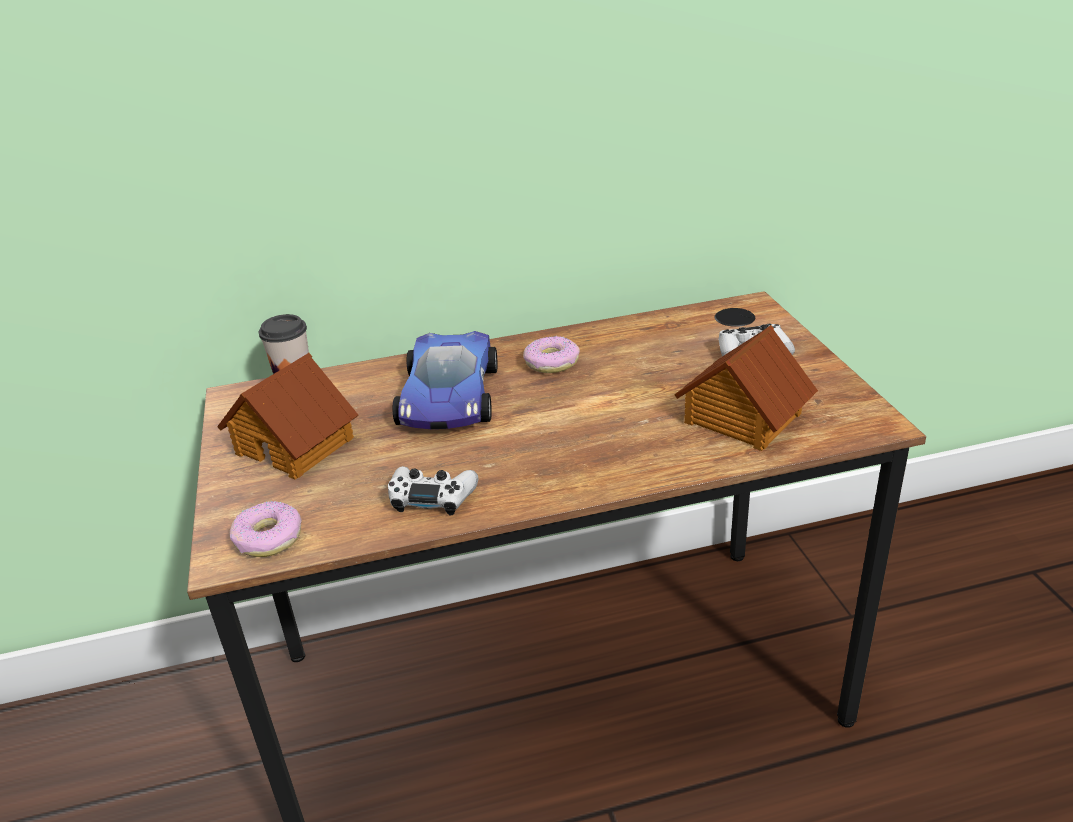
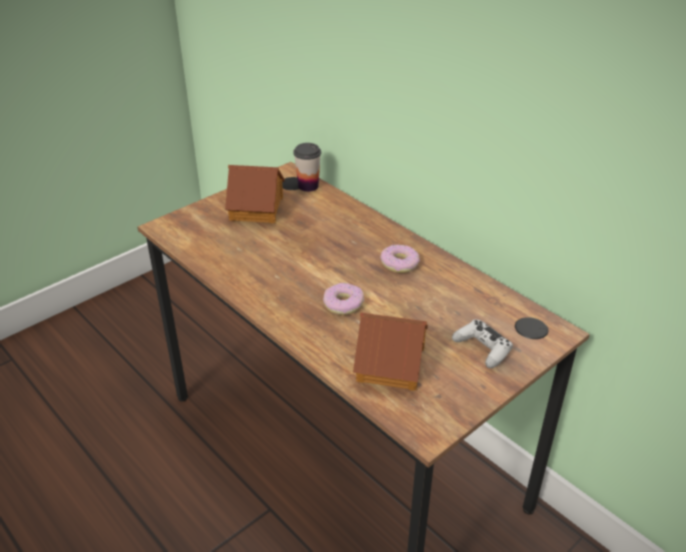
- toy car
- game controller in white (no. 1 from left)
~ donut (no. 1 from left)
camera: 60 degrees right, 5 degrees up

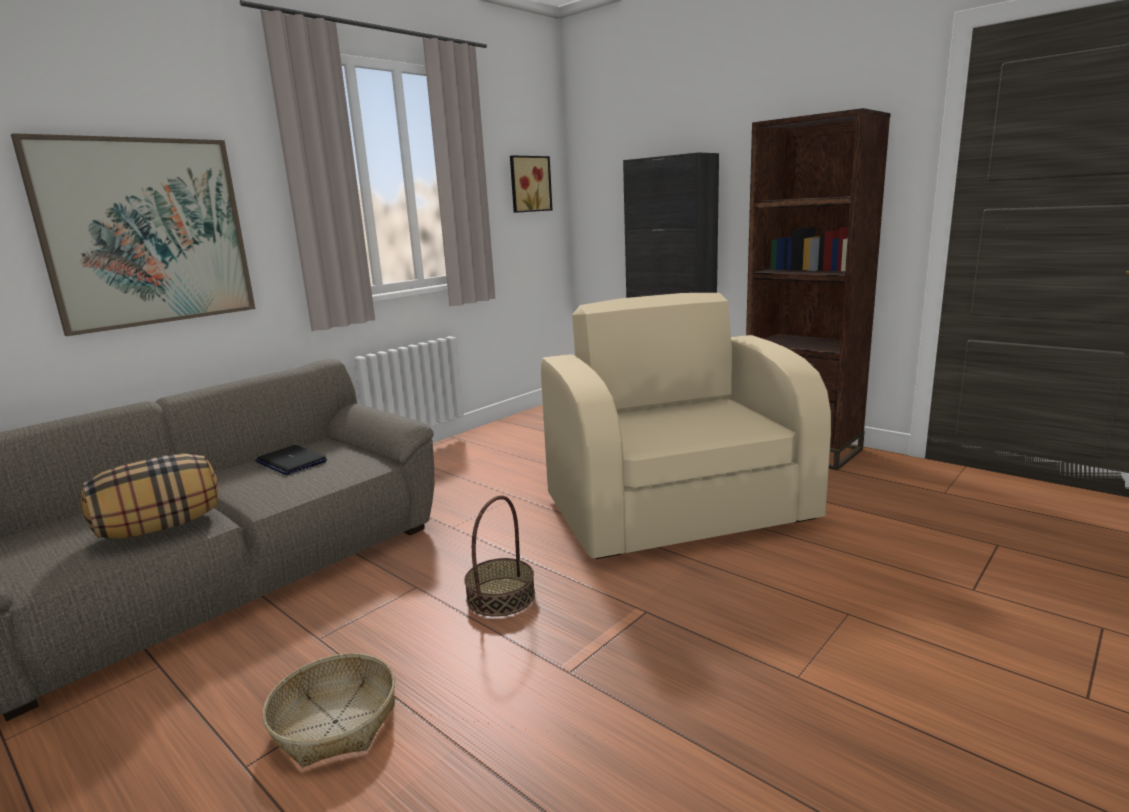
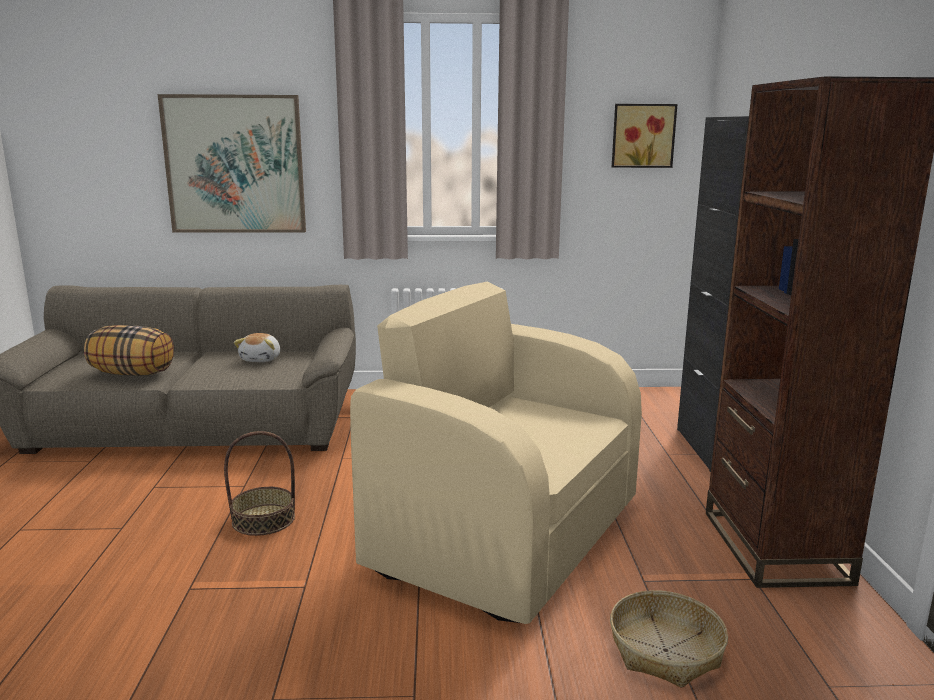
~ armchair in beige 90 degrees counterclockwise
~ laptop to plush toy
~ basket (no. 1 from left in the first image) to basket (no. 2 from left)
camera: 45 degrees right, 0 degrees up

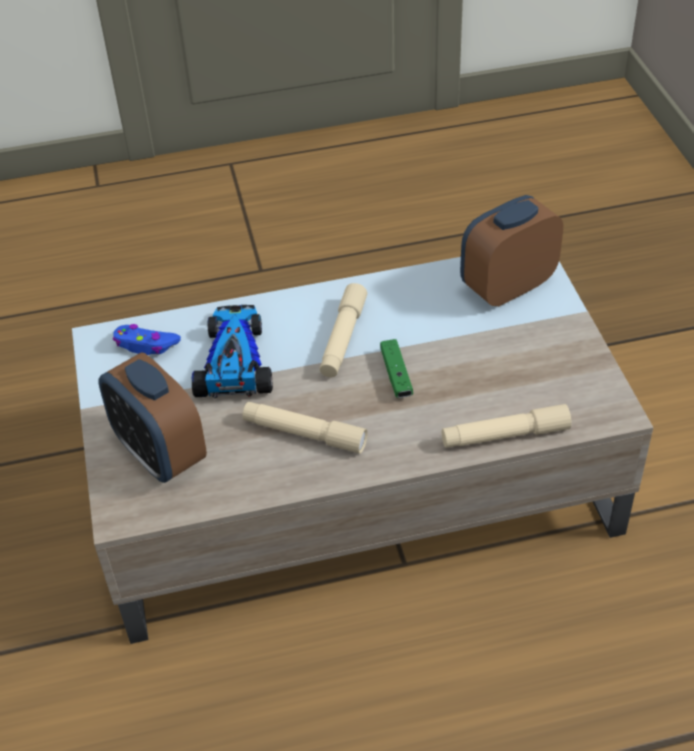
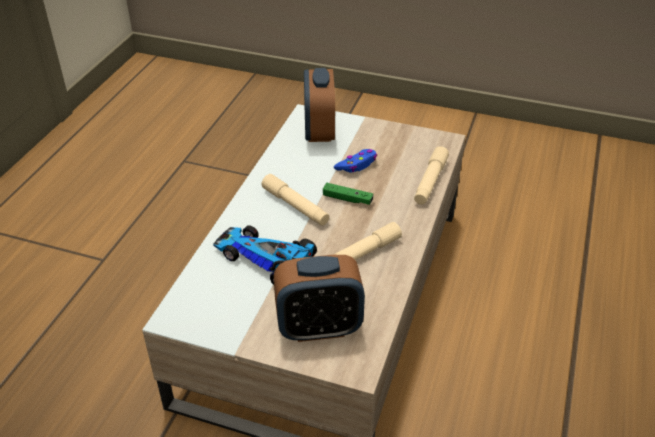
~ game controller in blue
camera: 60 degrees left, 5 degrees down

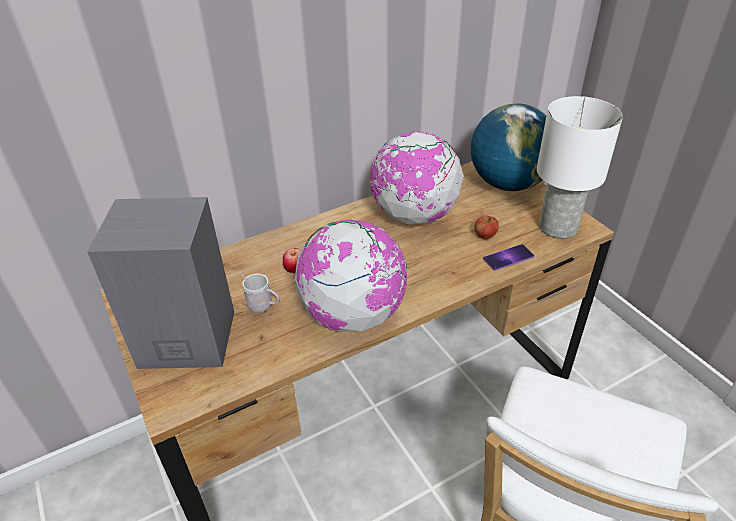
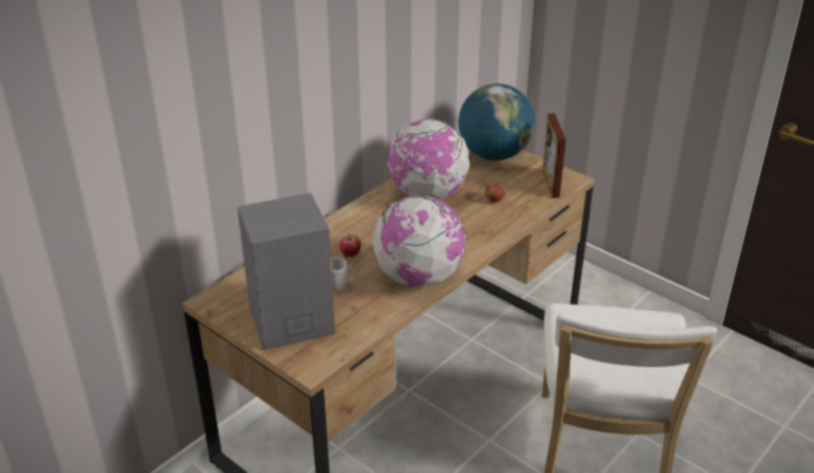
~ table lamp in white to picture frame
- phone
camera: 20 degrees left, 5 degrees down

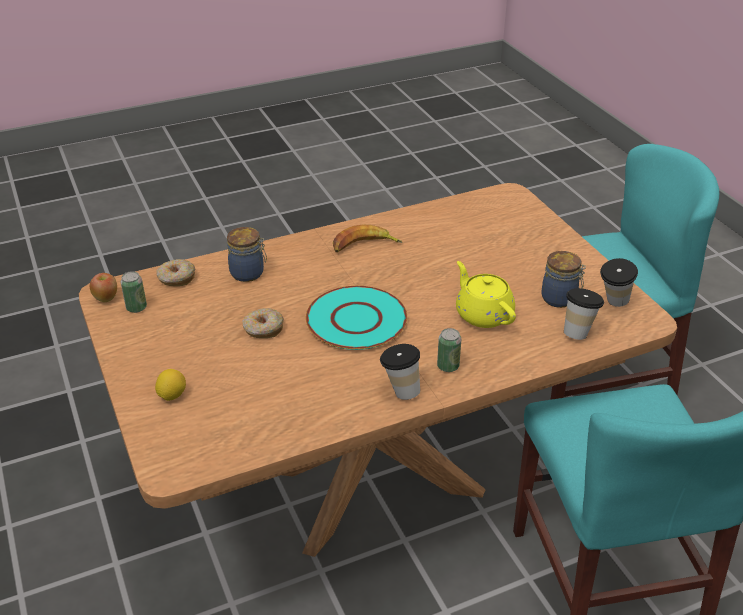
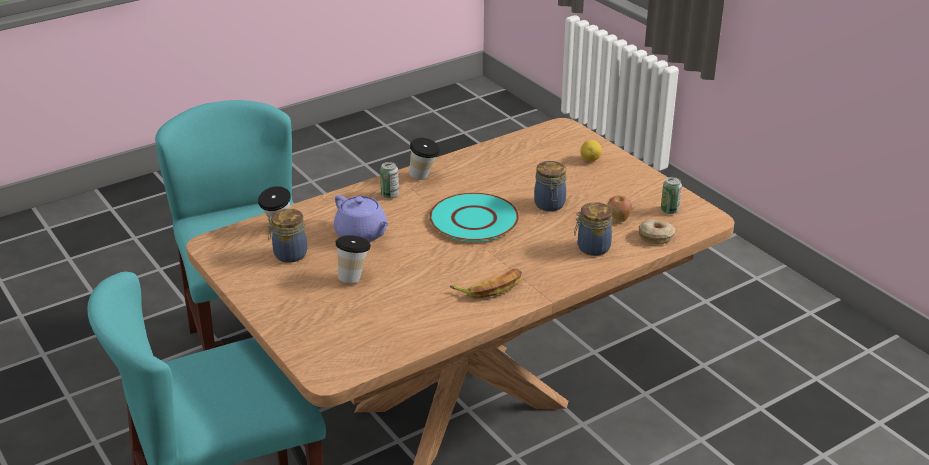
~ cup (no. 3 from left in the first image) to cup (no. 2 from left)
~ teapot in yellow to teapot in purple
~ apple
~ donut (no. 2 from left) to jar (no. 2 from left)
camera: 170 degrees right, 5 degrees down

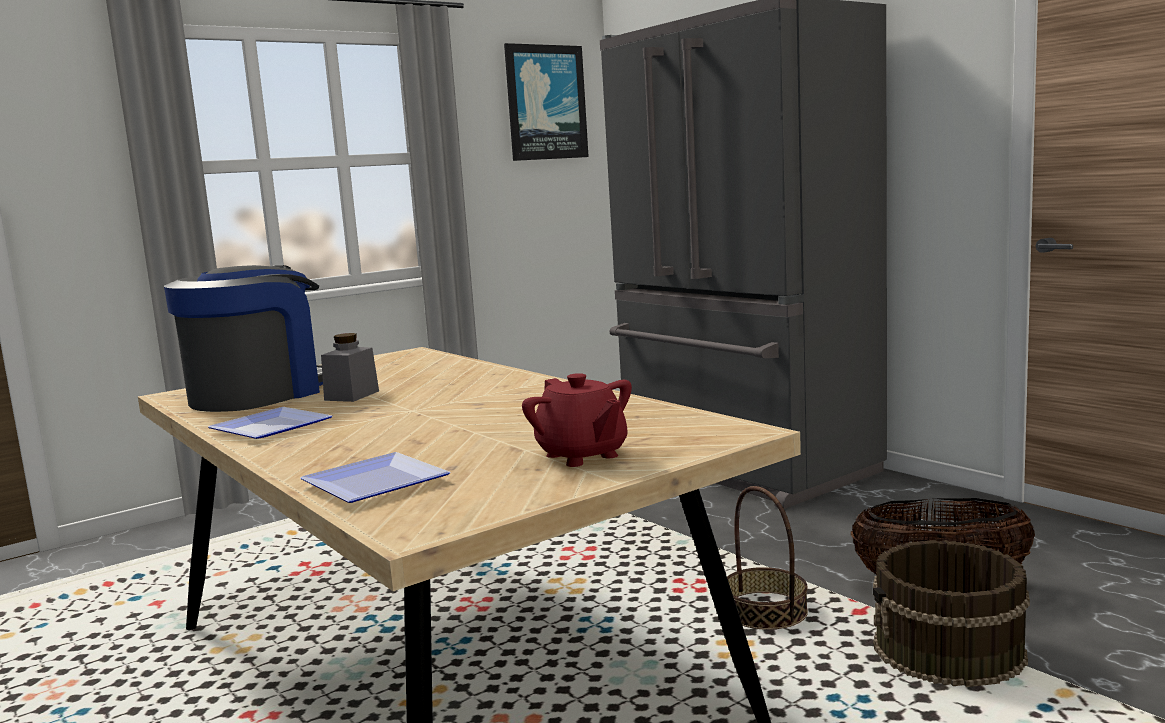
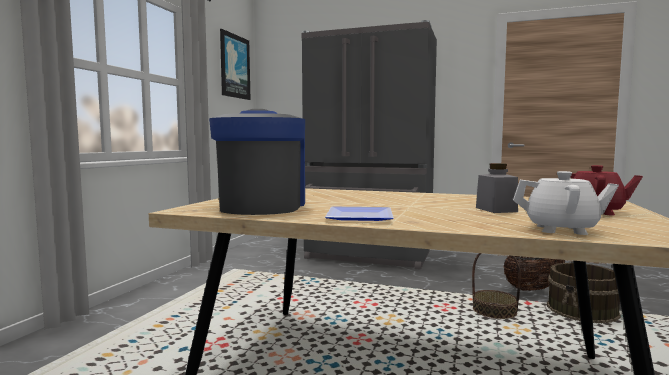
~ jar in grey
~ plate (no. 2 from left) to teapot in white
camera: 35 degrees left, 5 degrees down

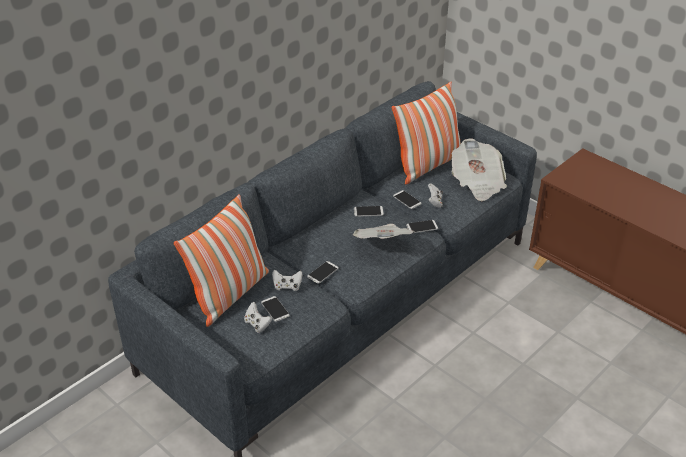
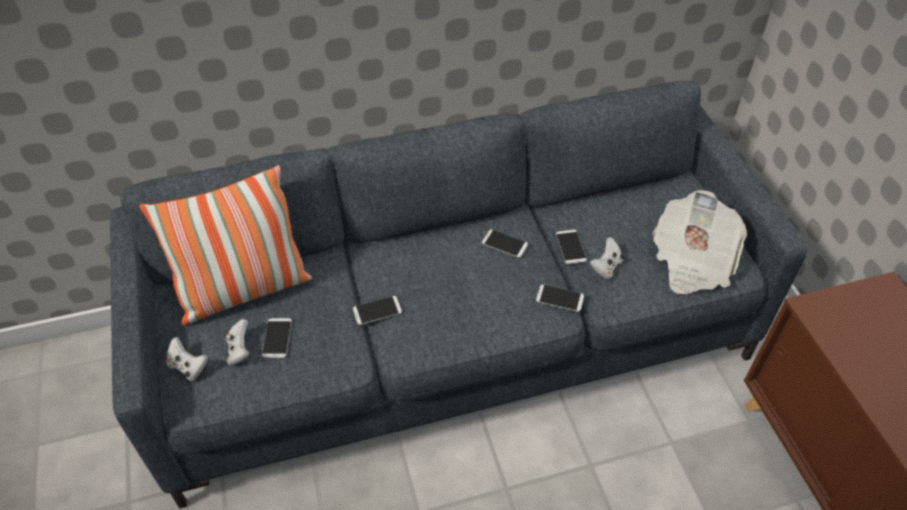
- pillow (no. 2 from left)
- newspaper (no. 1 from left)
~ game controller in white (no. 2 from left in the first image) to game controller in white (no. 1 from left)
camera: 30 degrees right, 10 degrees up

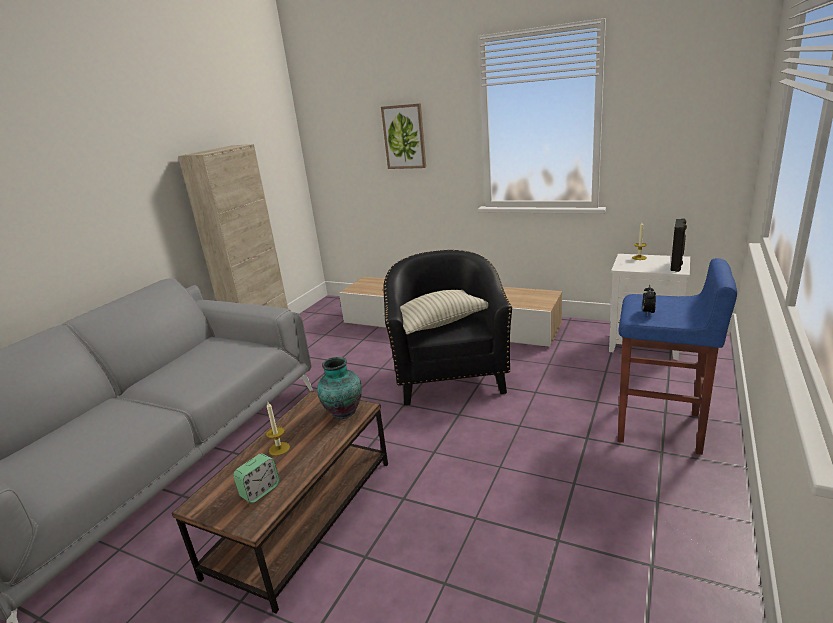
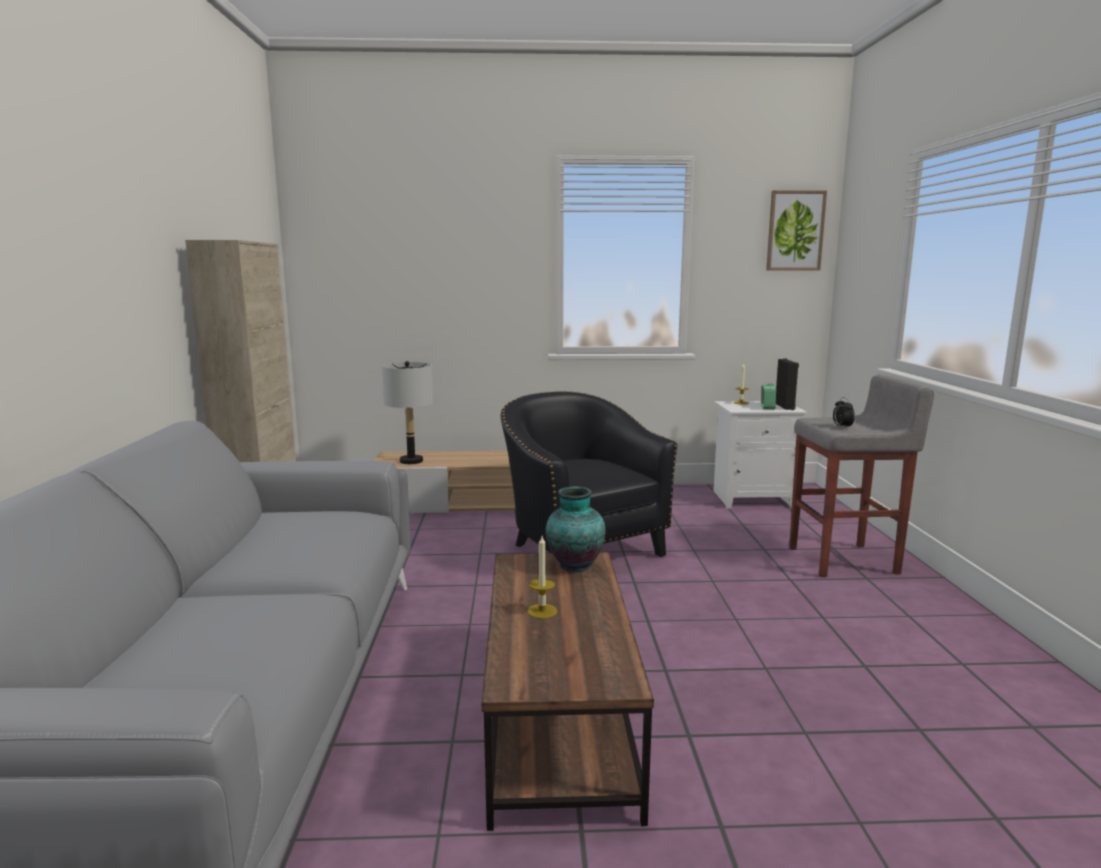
~ picture
~ stool in blue to stool in grey
- pillow
~ alarm clock (no. 1 from left)
+ table lamp in grey
camera: 30 degrees left, 10 degrees down

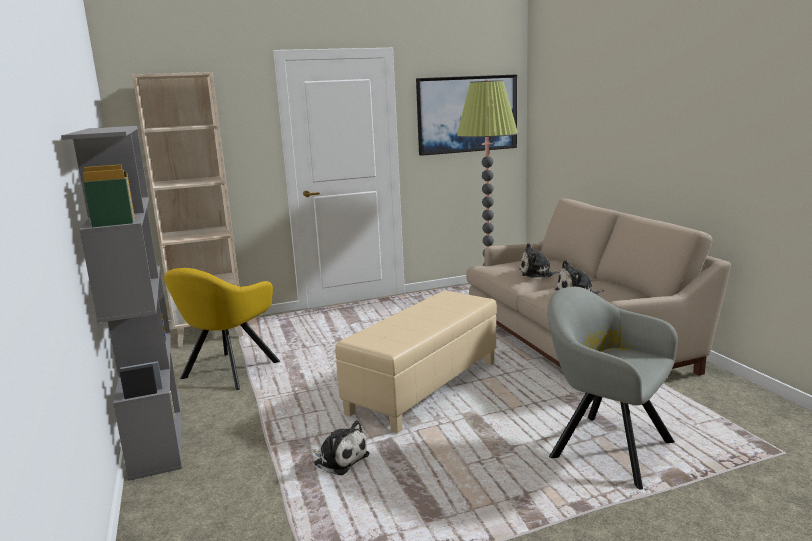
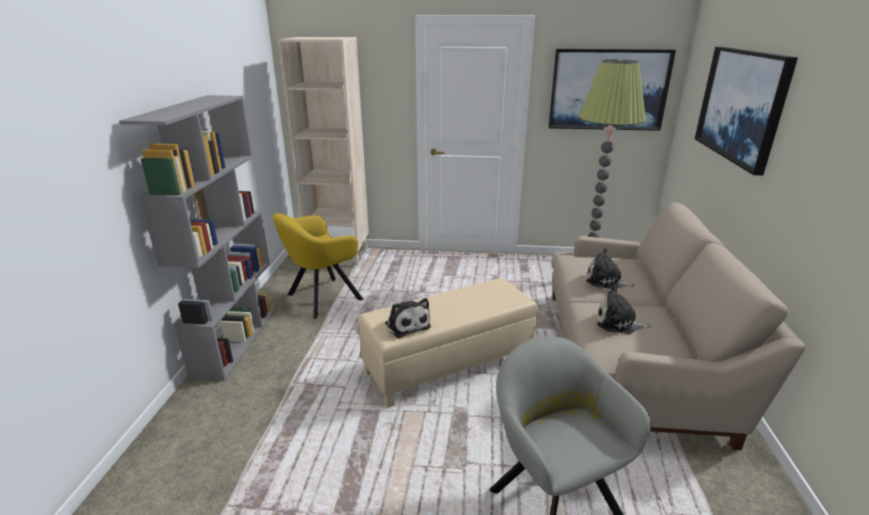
~ plush toy (no. 1 from left)
+ picture (no. 2 from left)
camera: 25 degrees right, 10 degrees up

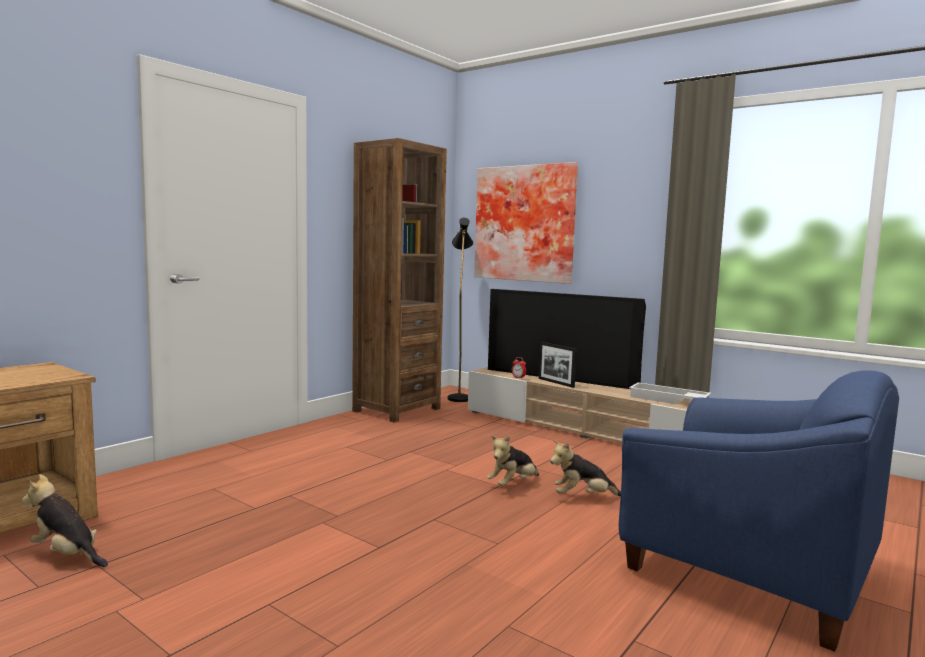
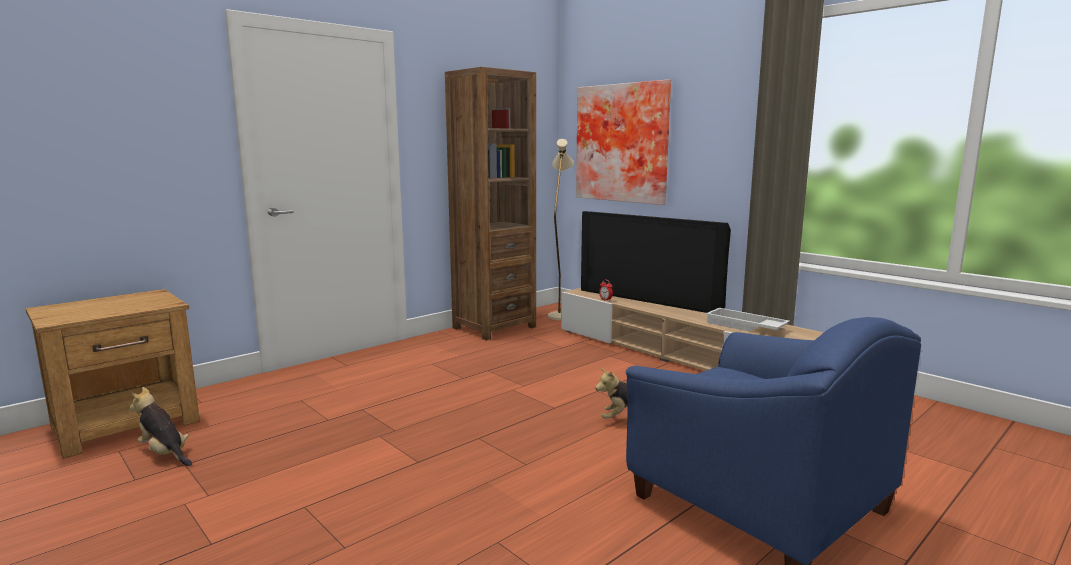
~ floor lamp in black to floor lamp in beige
- picture frame
- plush toy (no. 2 from left)
camera: 10 degrees right, 5 degrees up

